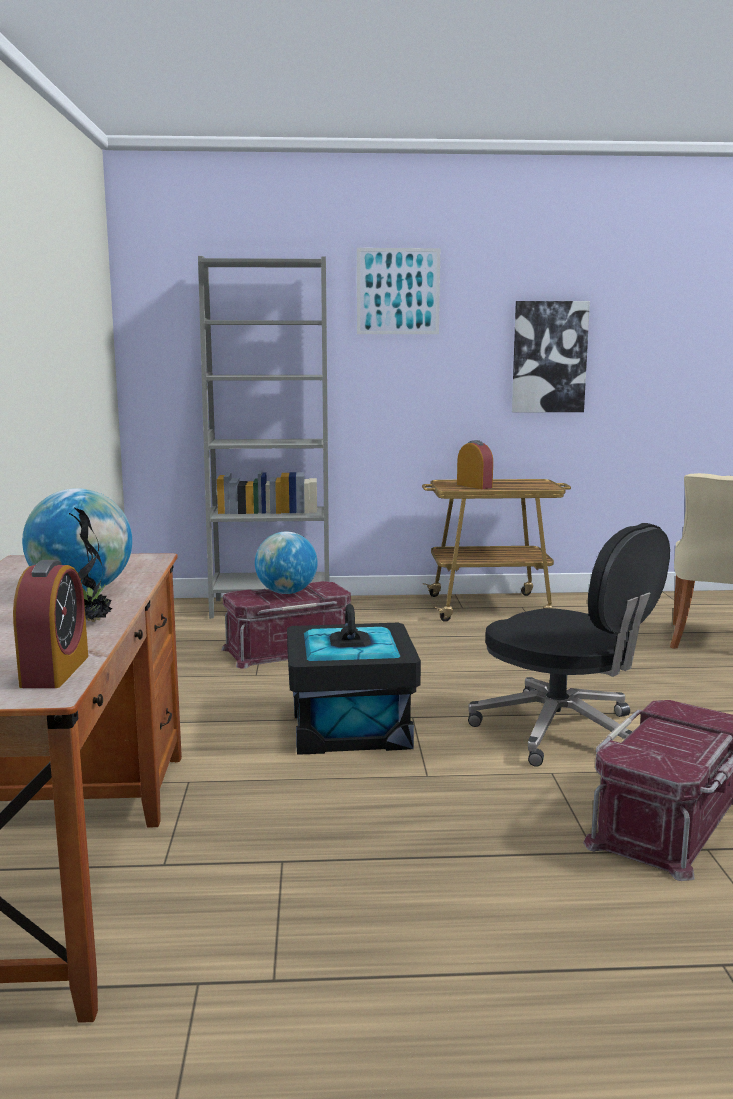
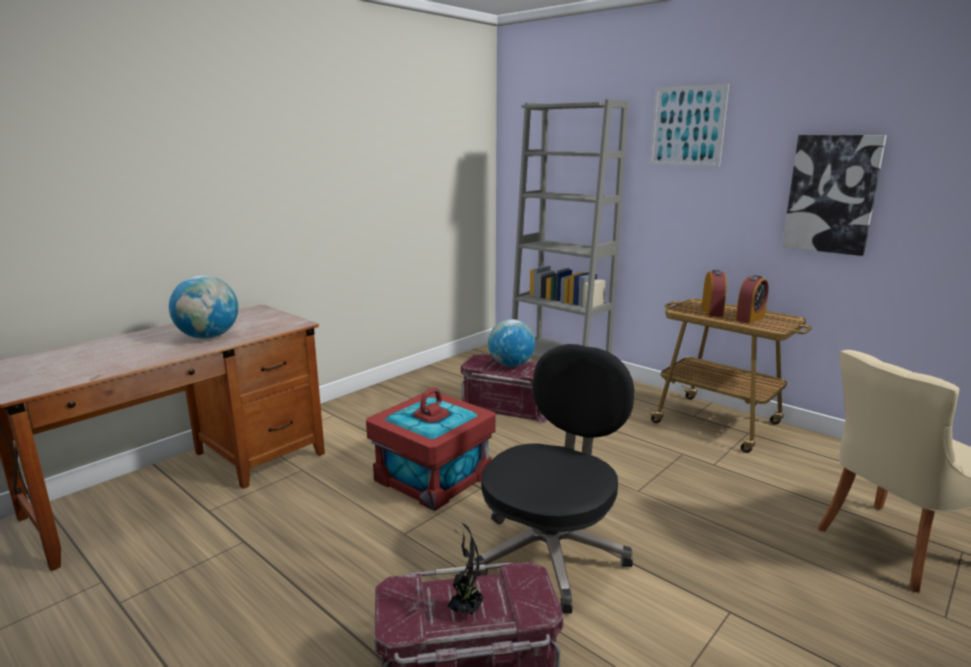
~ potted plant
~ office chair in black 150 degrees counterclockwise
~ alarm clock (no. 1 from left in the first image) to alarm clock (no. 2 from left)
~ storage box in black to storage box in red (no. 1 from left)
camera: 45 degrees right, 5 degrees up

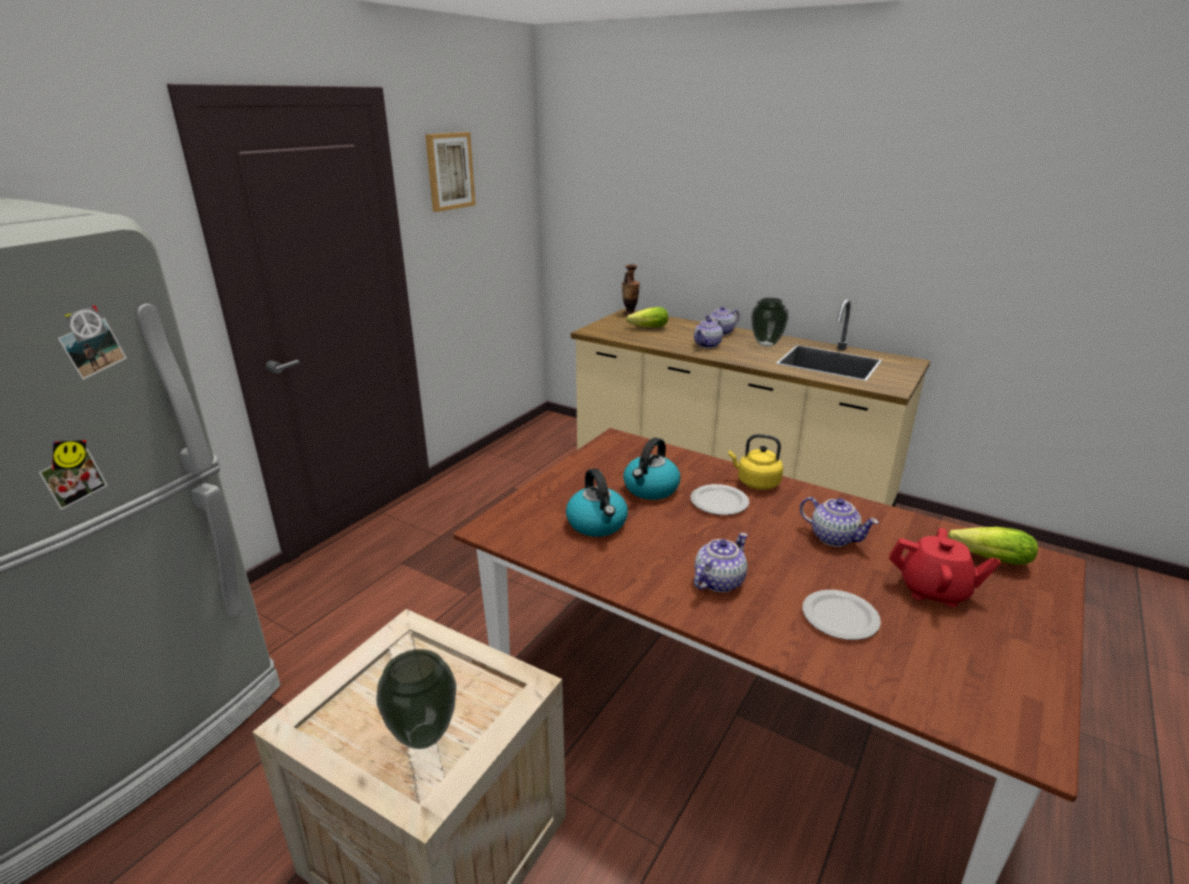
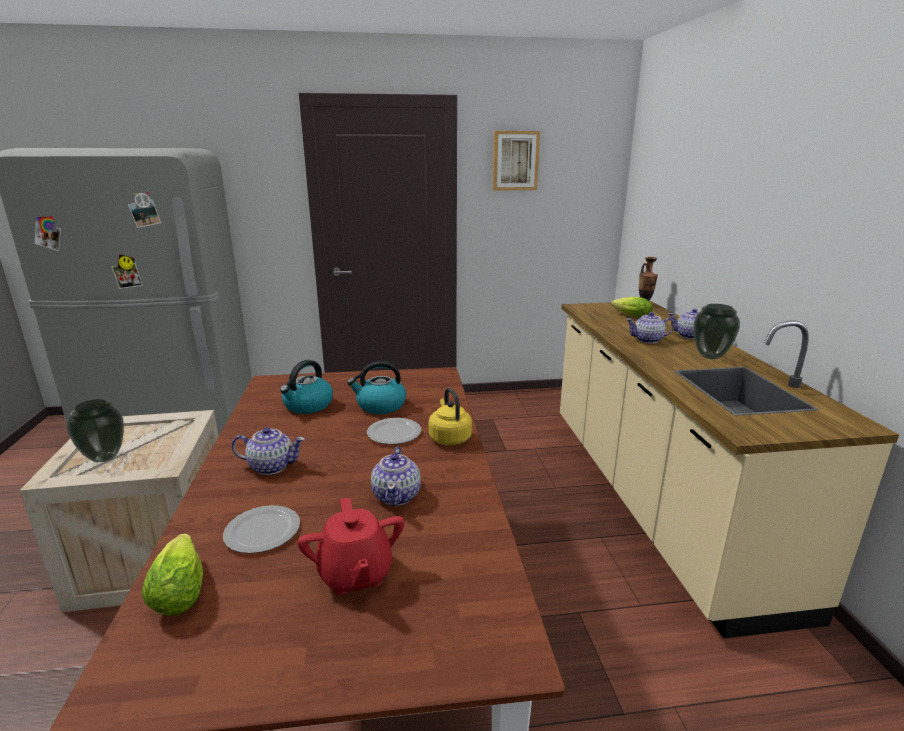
~ lettuce (no. 2 from left in the first image) to lettuce (no. 1 from left)
camera: 50 degrees right, 5 degrees down

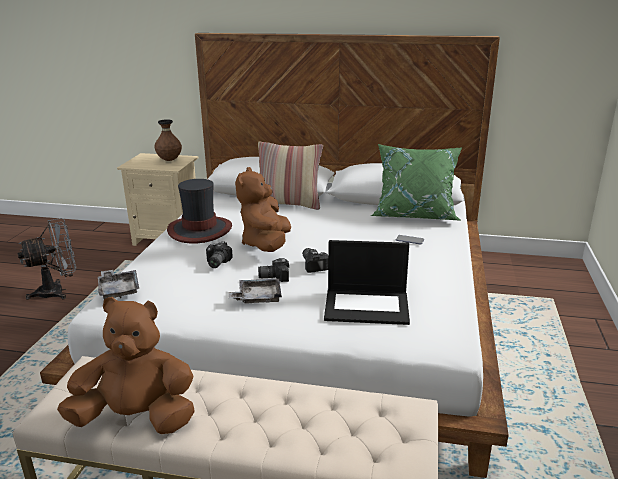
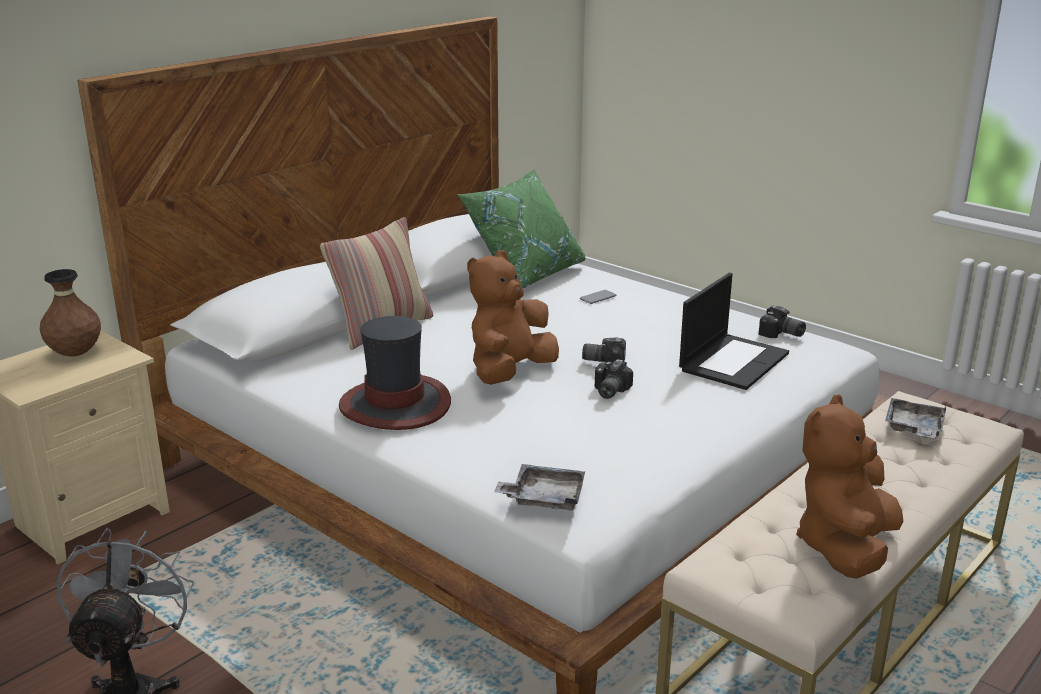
~ plush toy in brown (no. 2 from left in the first image) 90 degrees clockwise
~ photo camera (no. 1 from left in the first image) to photo camera (no. 3 from left)
~ tray in grey (no. 2 from left)
camera: 60 degrees left, 0 degrees up

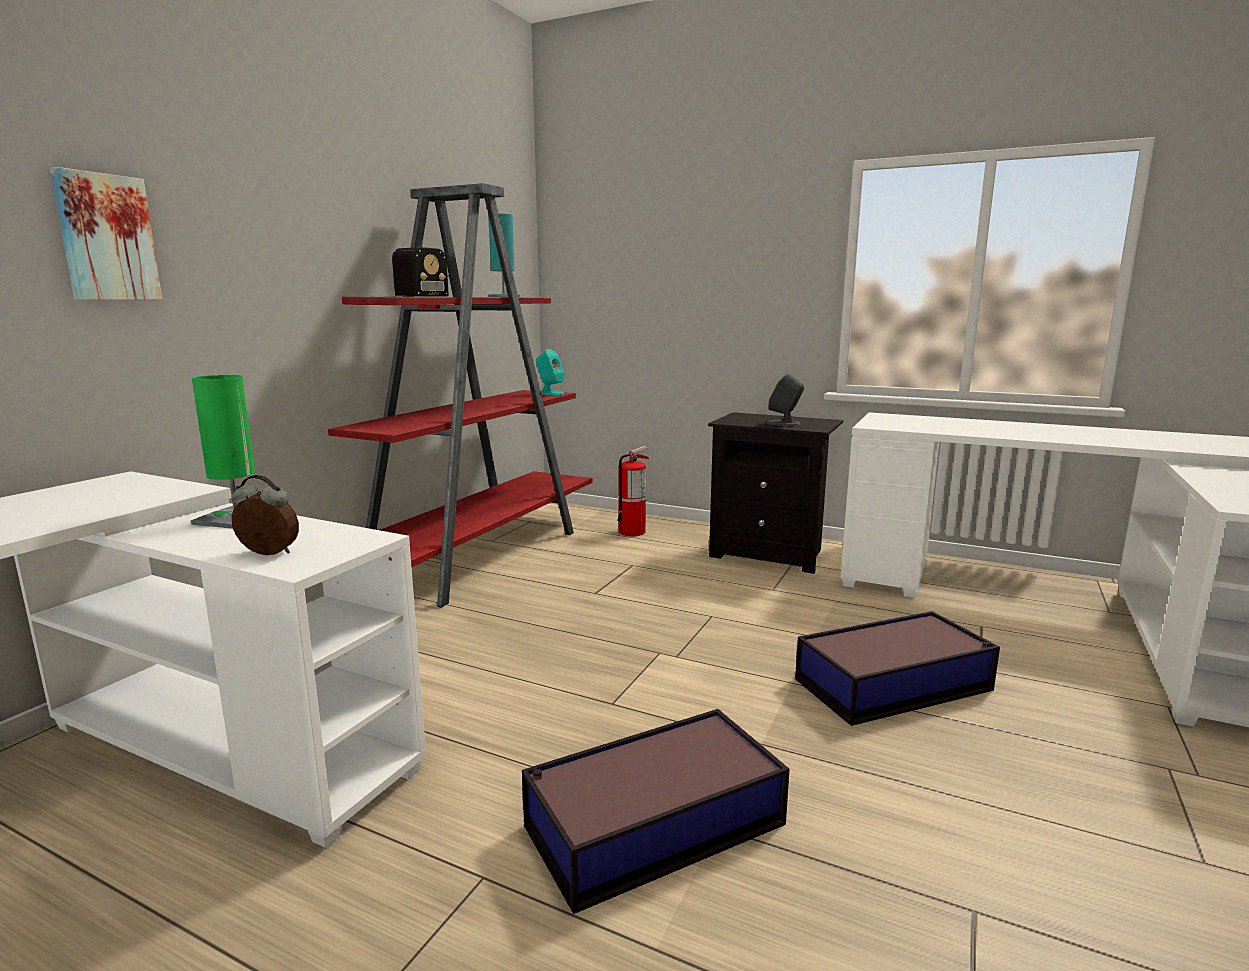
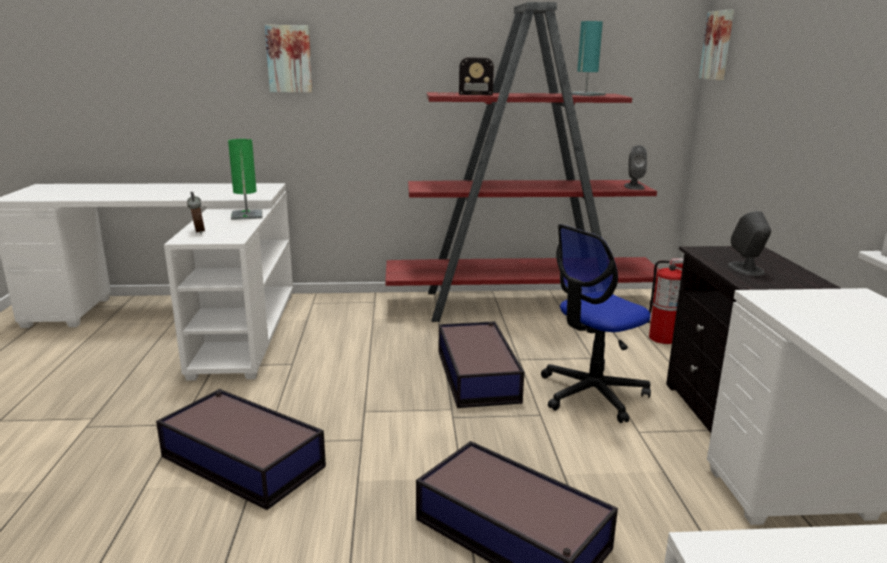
~ speaker in turquoise to speaker in grey (no. 1 from left)
+ picture (no. 2 from left)
+ office chair
+ storage box (no. 2 from left)
camera: 60 degrees right, 5 degrees up

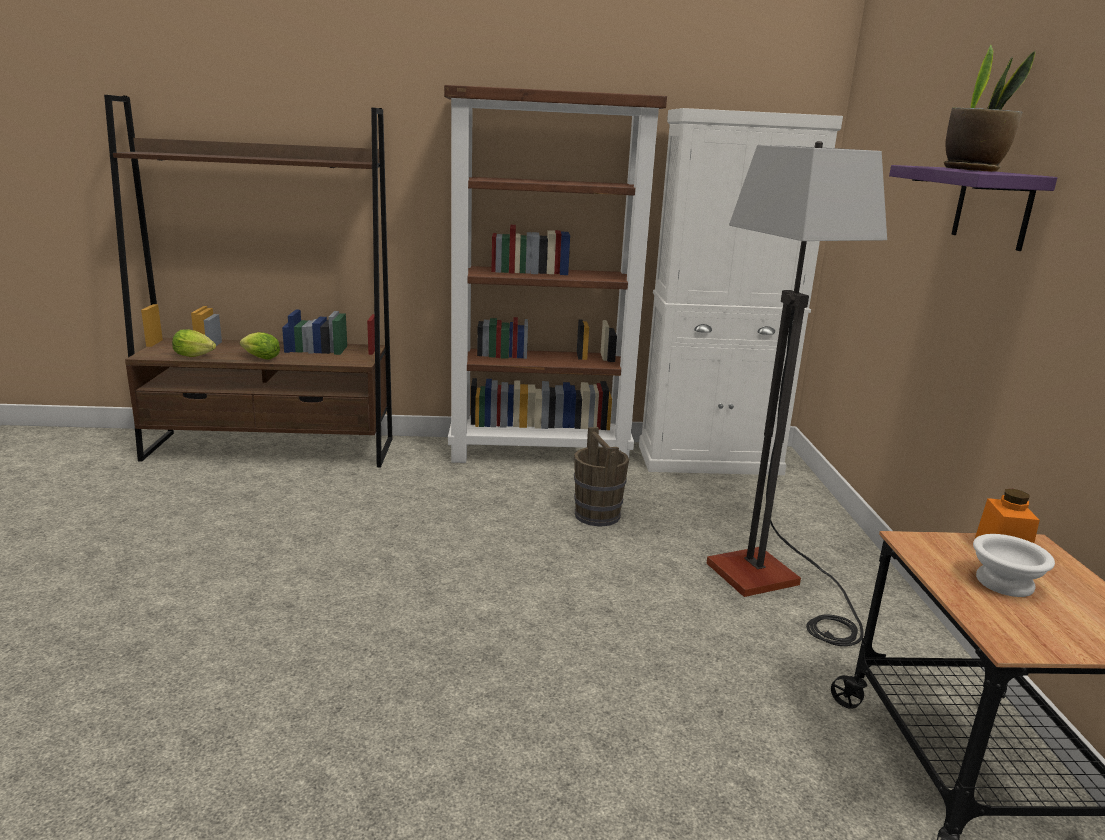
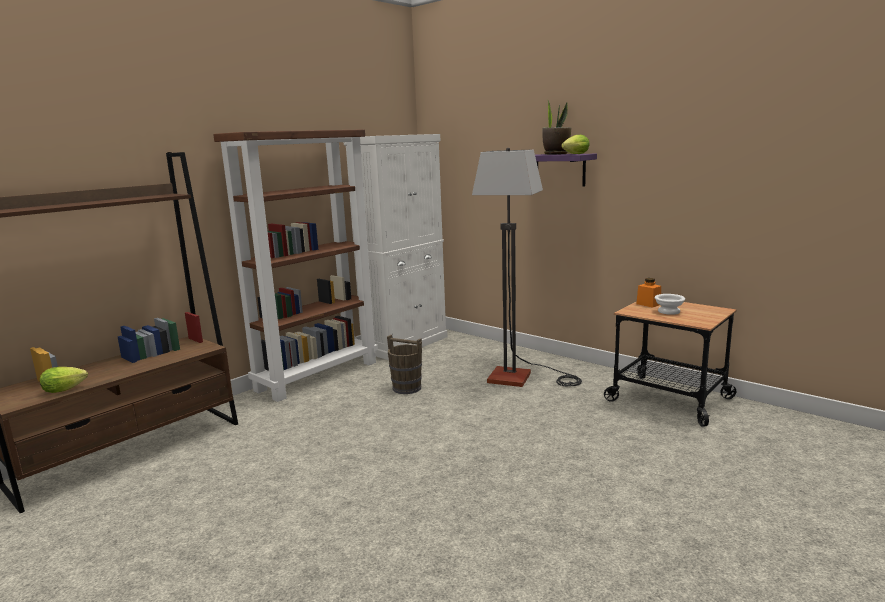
~ lettuce (no. 2 from left)
camera: 45 degrees left, 5 degrees down

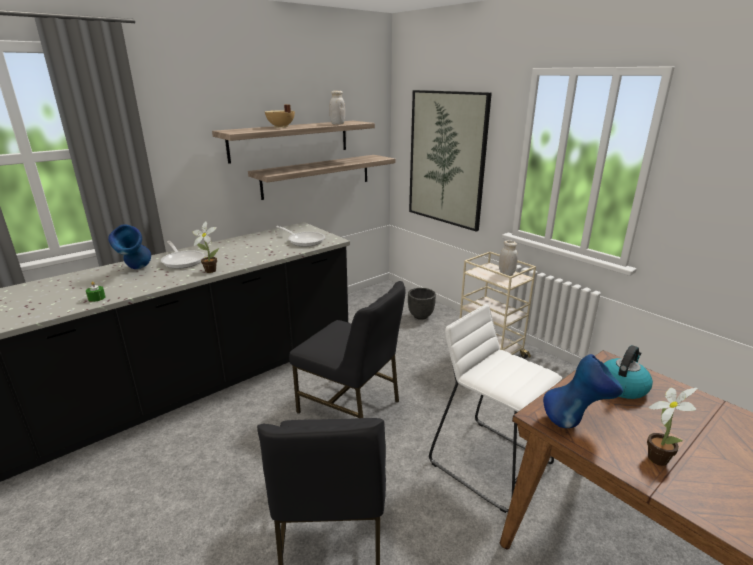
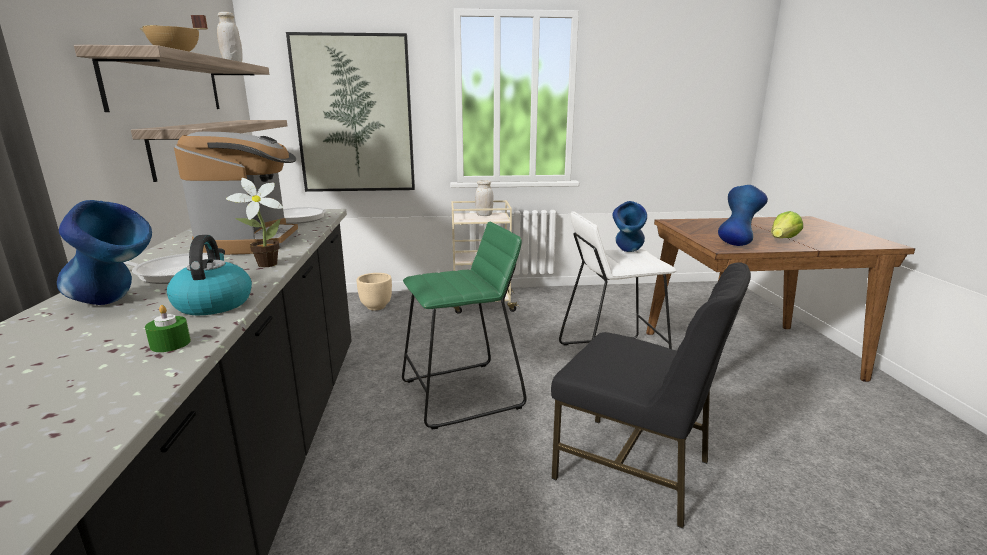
~ chair in black (no. 2 from left) to stool in green
~ planter in black to planter in beige
~ kettle
~ potted plant (no. 2 from left) to lettuce
+ coffee machine
+ vase in blue (no. 2 from left)
camera: 55 degrees left, 5 degrees down

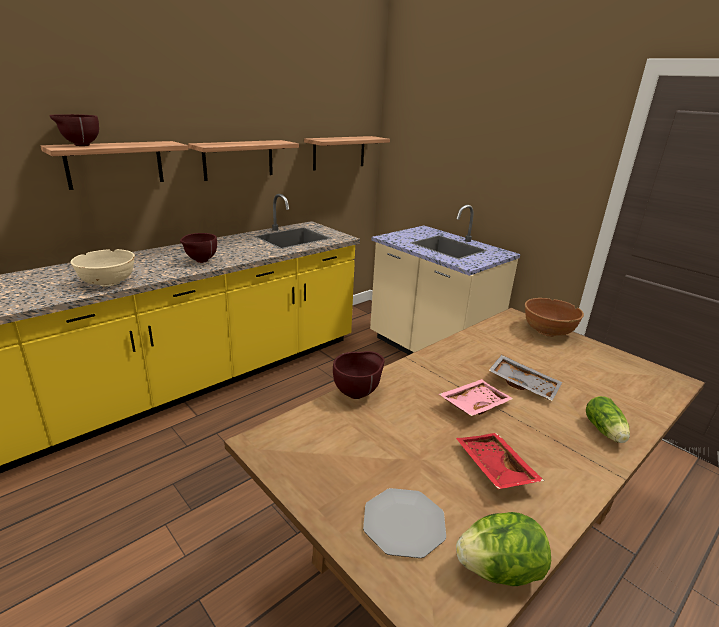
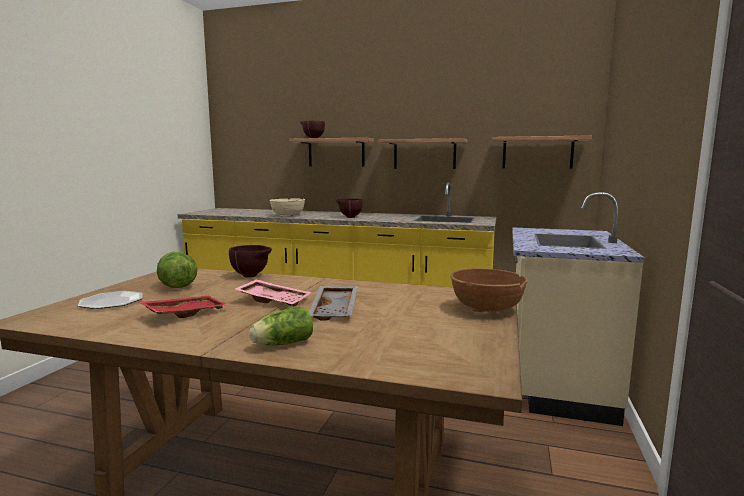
~ lettuce (no. 1 from left)
camera: 60 degrees right, 15 degrees down

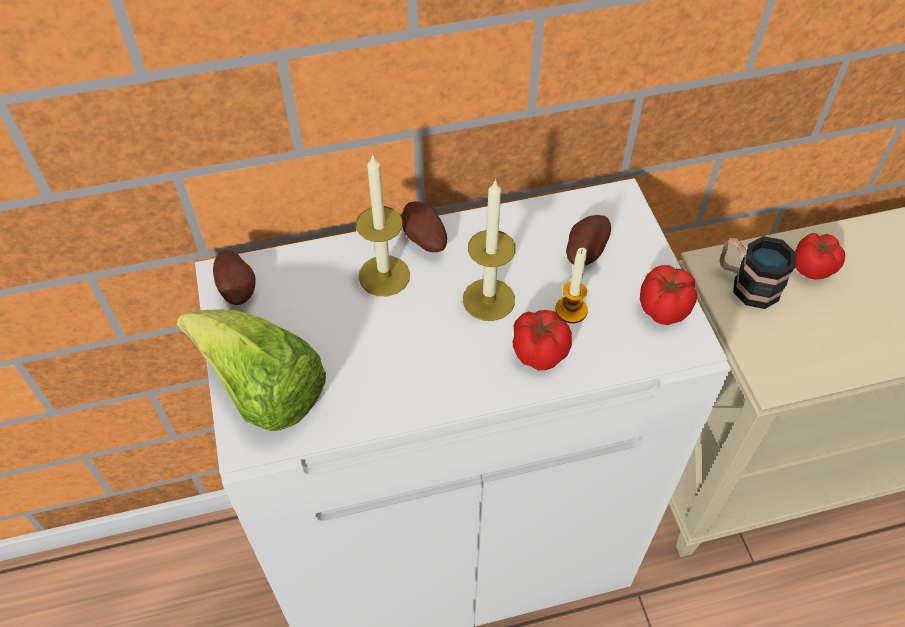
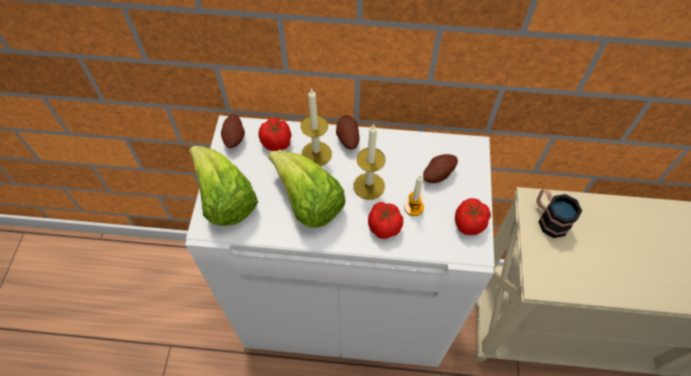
~ tomato (no. 3 from left in the first image) to tomato (no. 1 from left)
+ lettuce (no. 2 from left)
camera: 20 degrees right, 5 degrees up

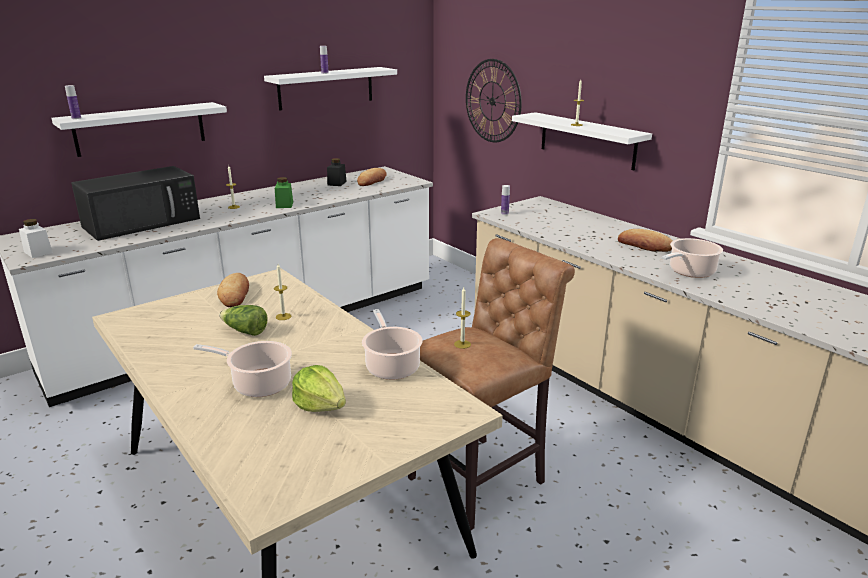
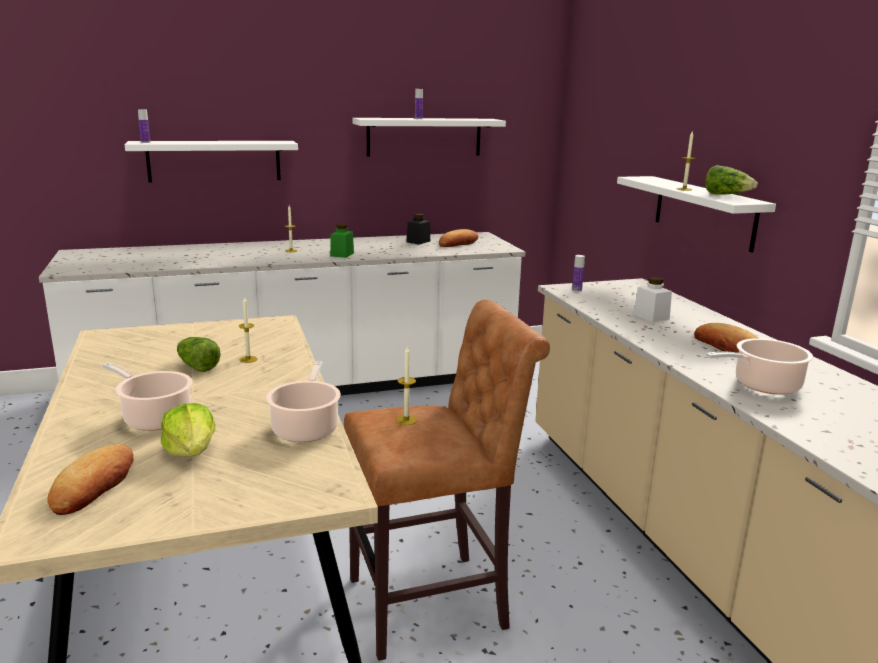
- wall clock
- microwave in black
~ jar in white
~ bread (no. 1 from left)
+ lettuce (no. 3 from left)
camera: 20 degrees right, 5 degrees down

